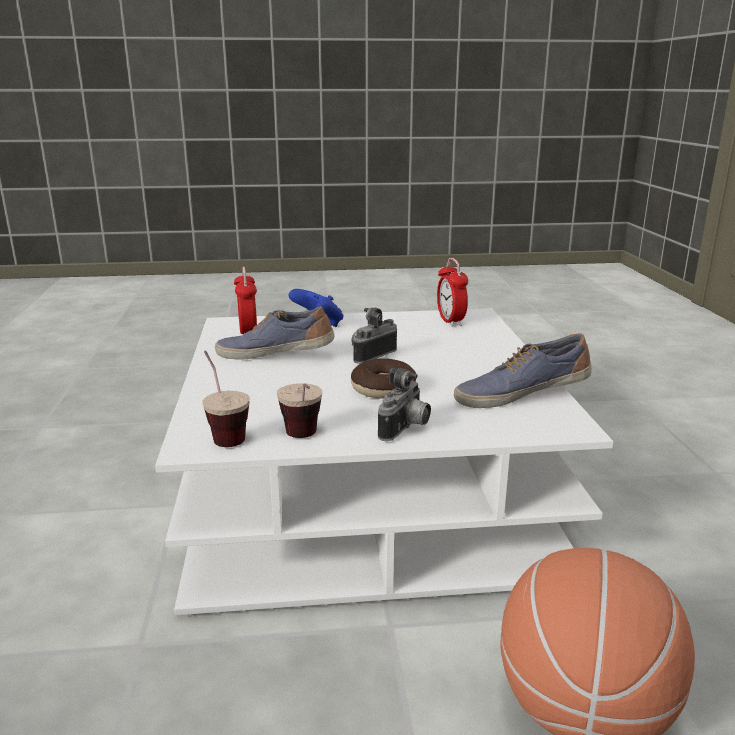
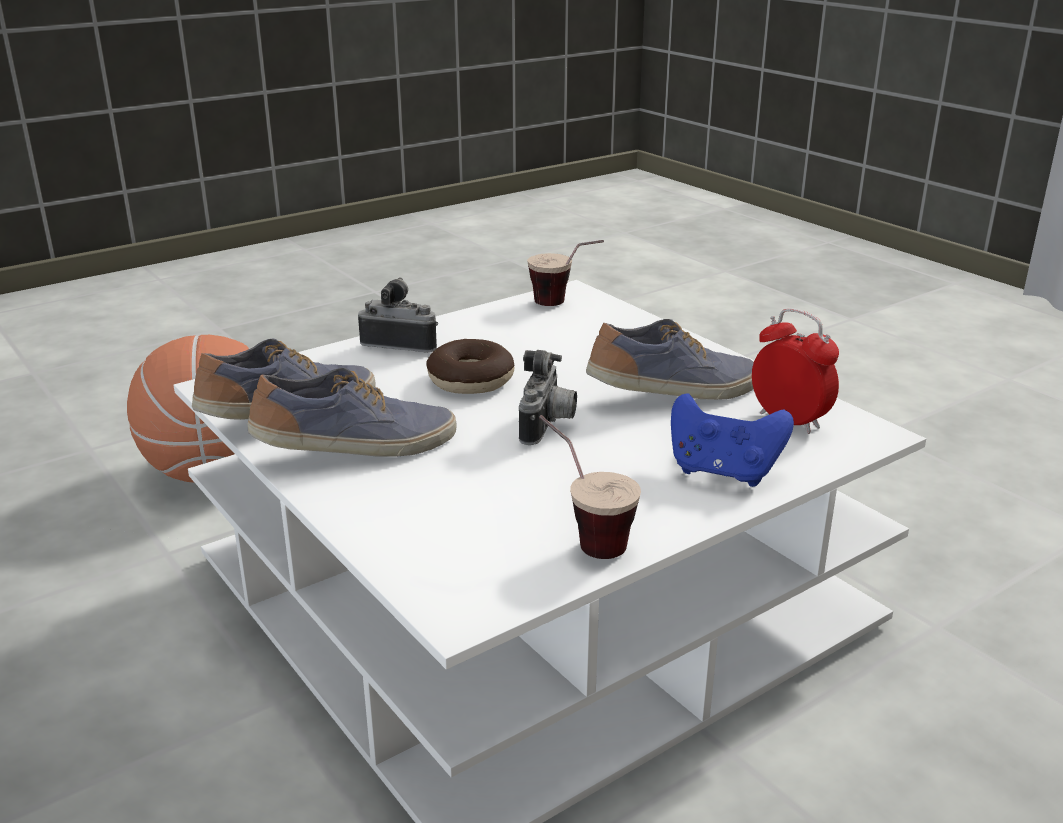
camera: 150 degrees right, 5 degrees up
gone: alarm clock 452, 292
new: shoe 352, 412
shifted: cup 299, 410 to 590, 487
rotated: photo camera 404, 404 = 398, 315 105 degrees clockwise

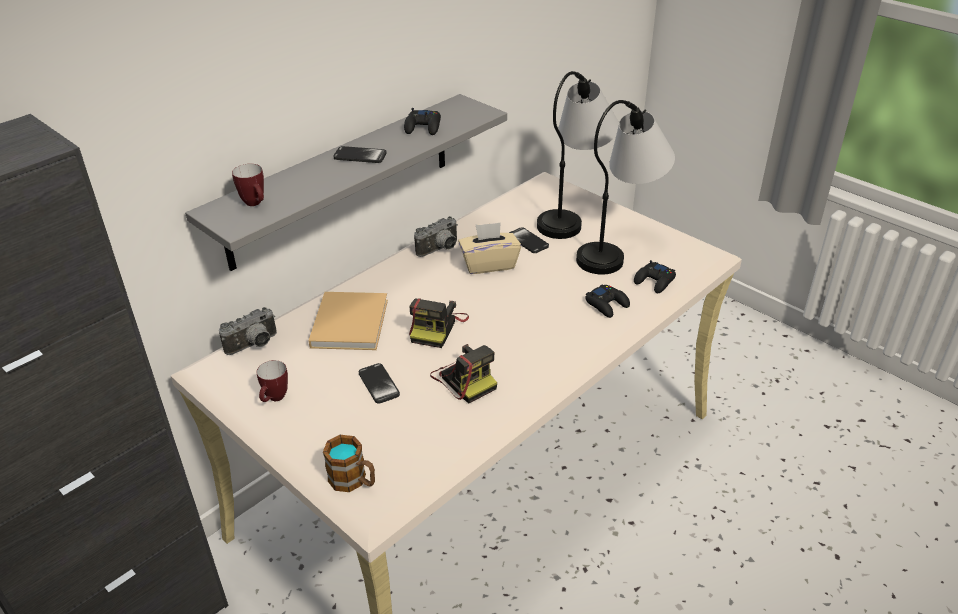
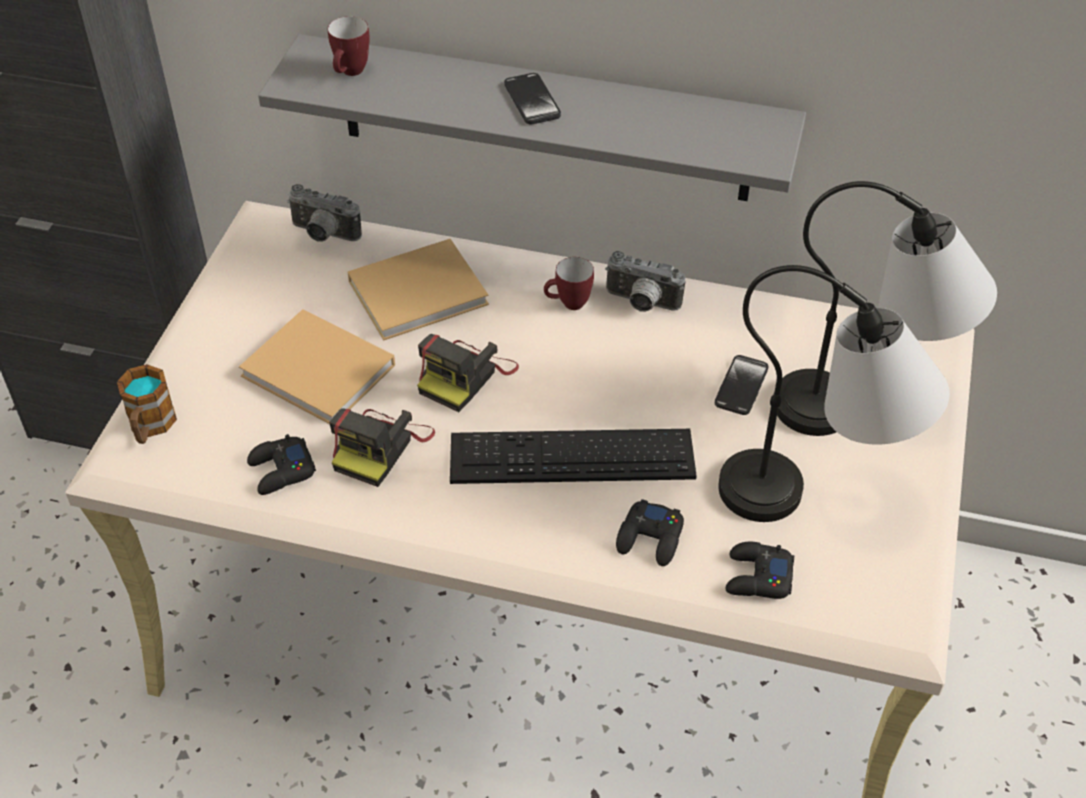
camera: 60 degrees right, 10 degrees up
gone: tissue box in beige 489, 248
new: keyboard 573, 456
shifted: game controller in black 422, 121 to 281, 464; mug 272, 381 to 569, 283
swapped: phone 379, 383 to book in beige 317, 366
rotated: photo camera 439, 323 = 468, 373 45 degrees counterclockwise

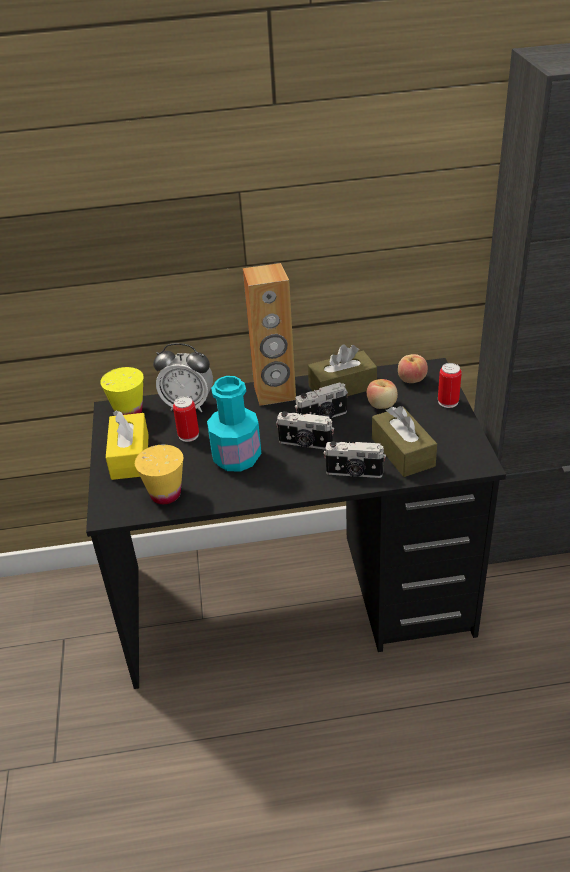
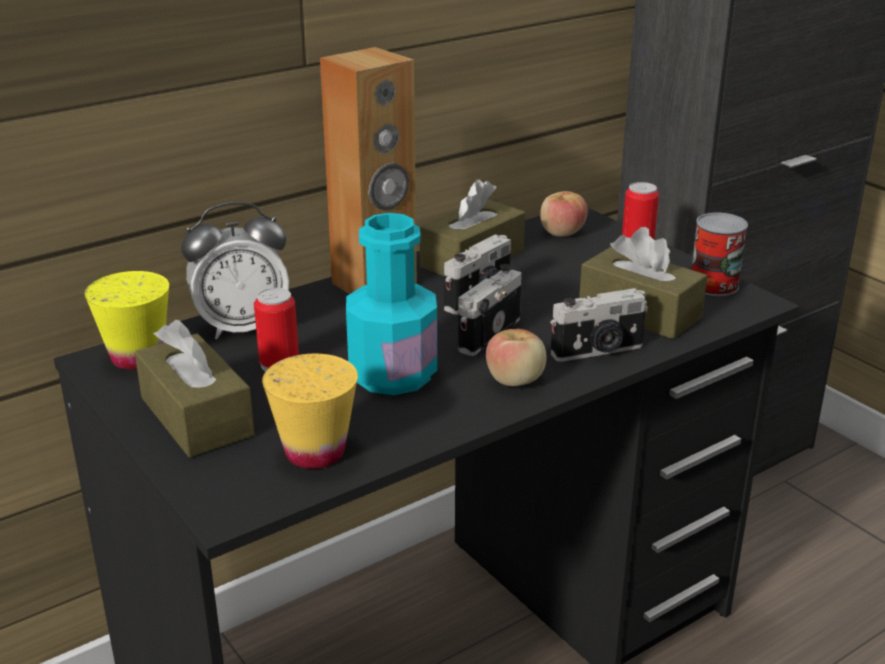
camera: 30 degrees left, 10 degrees down
new: can 719, 254
shifted: apple 382, 394 to 516, 357
repainted: tissue box in yellow 127, 445 to tissue box in brown 194, 388
rotated: photo camera 305, 430 = 490, 310 135 degrees clockwise

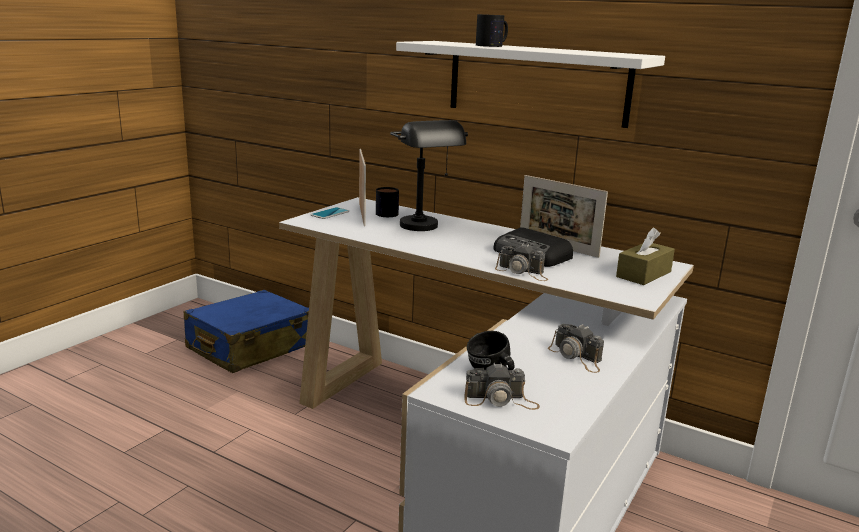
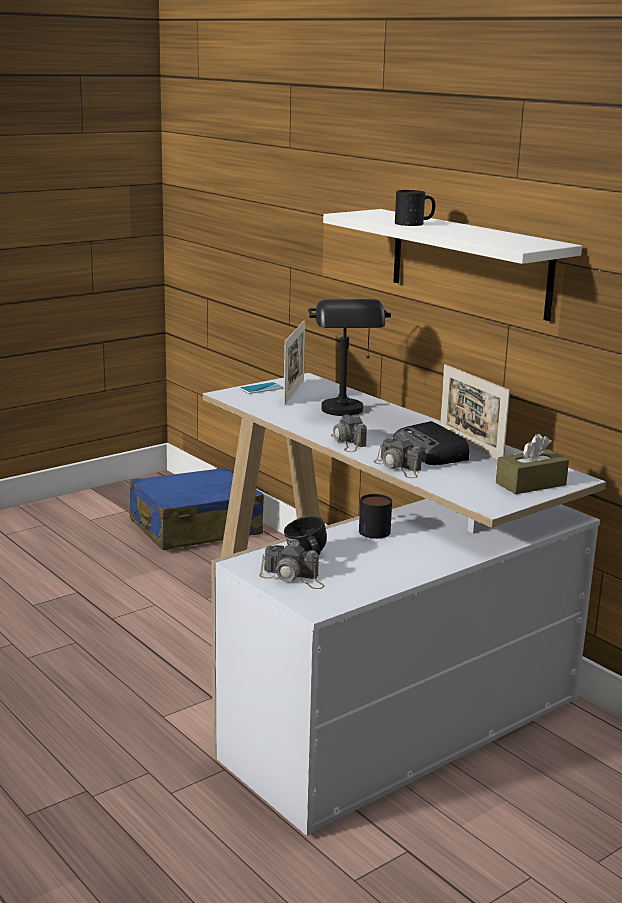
camera: 20 degrees right, 0 degrees up
shifted: mug 387, 202 to 375, 516; photo camera 576, 348 to 349, 433

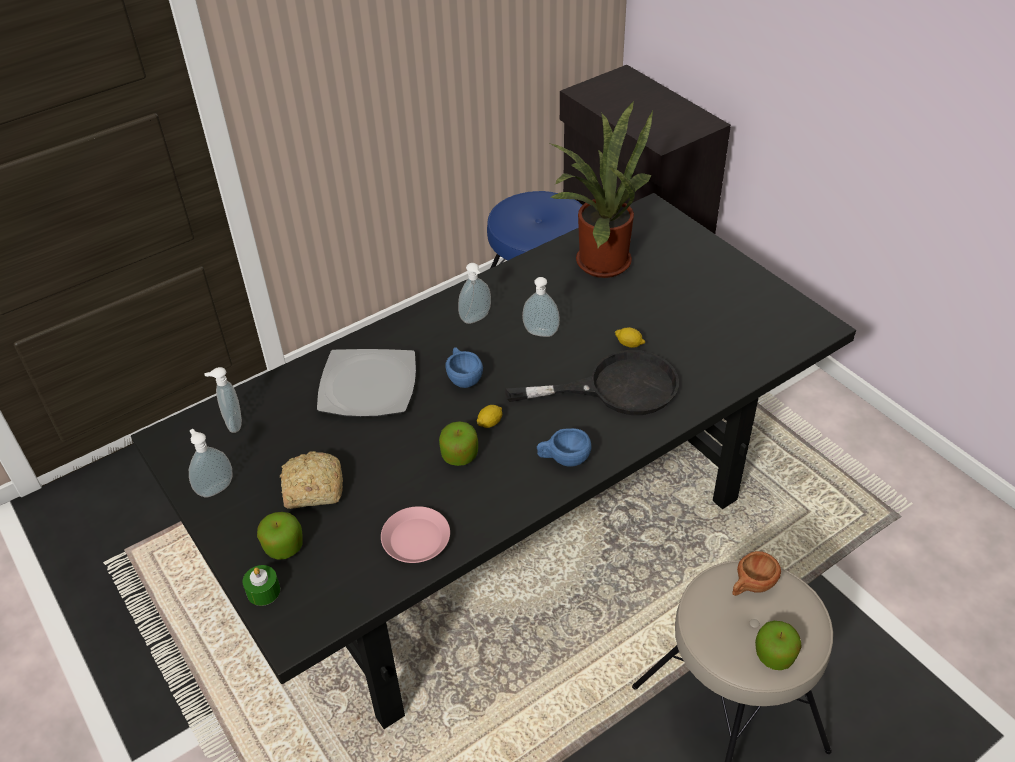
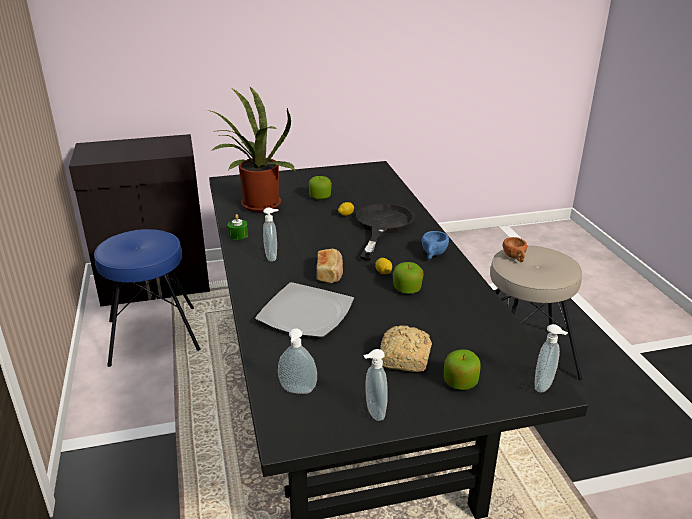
camera: 70 degrees left, 15 degrees down
gone: plate in pink 415, 534
shifted: soap dispenser 541, 307 to 551, 358; candle in green 261, 585 to 238, 227; apple 778, 645 to 320, 188
swapped: cup in blue 464, 367 to bread 329, 266

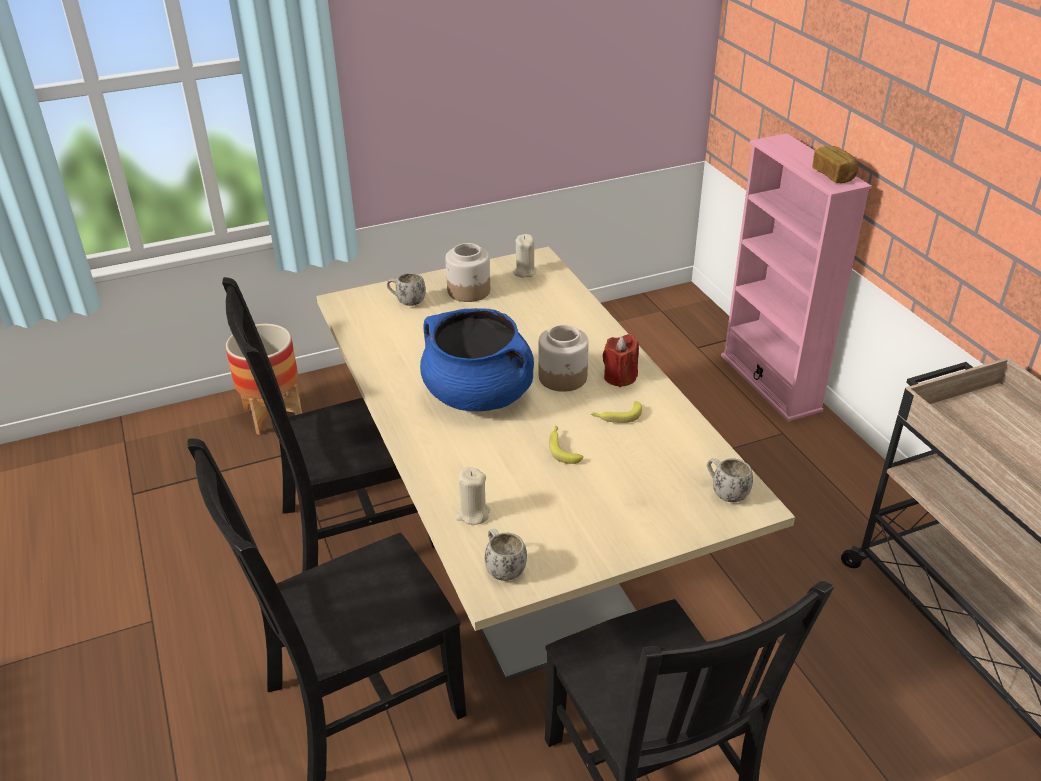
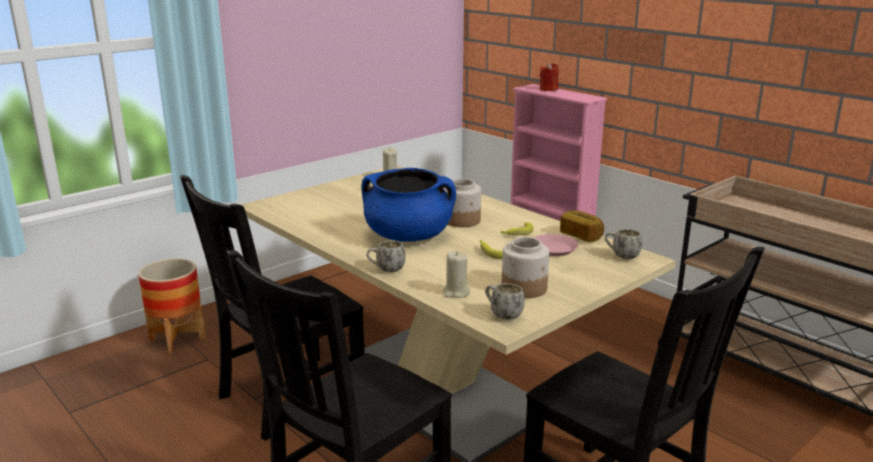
camera: 20 degrees left, 15 degrees down
new: plate in pink 556, 245
shifted: bread 835, 164 to 582, 226; jar 467, 272 to 525, 267; mug in white 406, 289 to 385, 256; candle in red 621, 360 to 549, 76

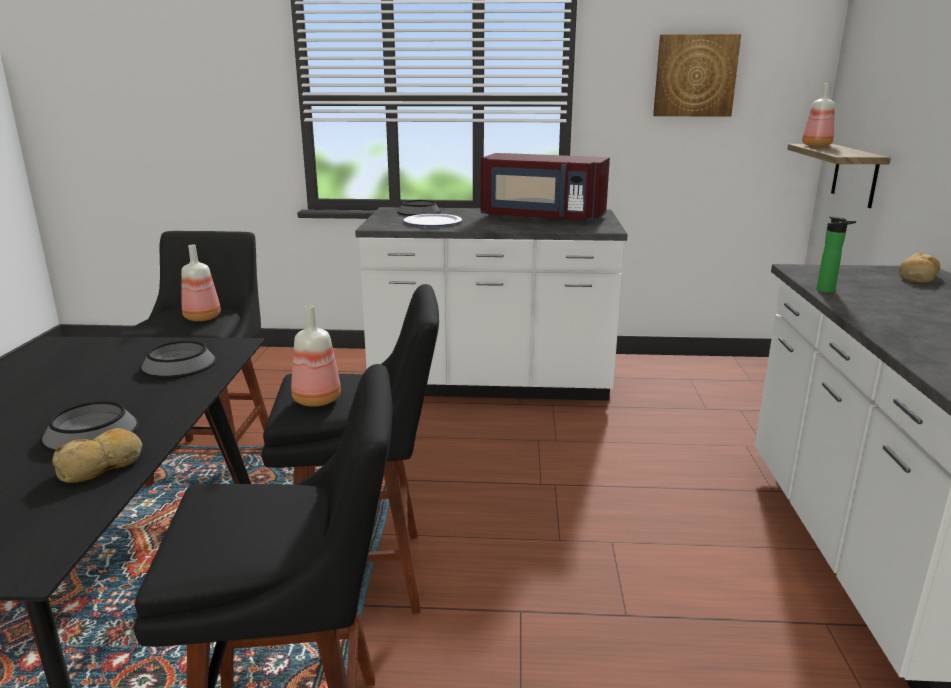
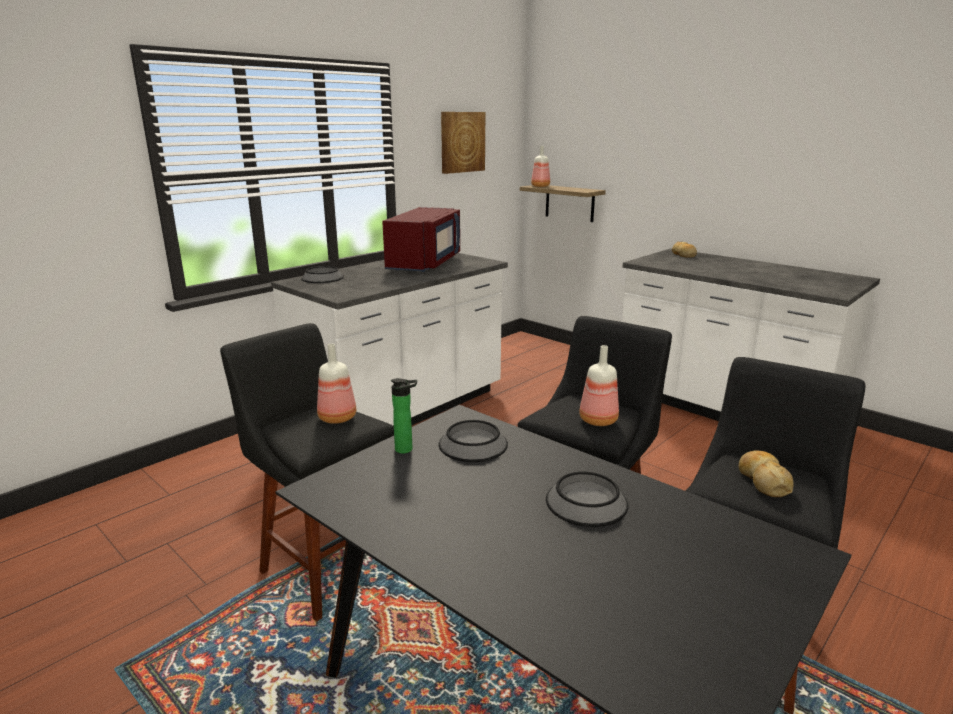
camera: 50 degrees left, 0 degrees up
gone: plate 432, 220
shifted: bottle 836, 254 to 404, 416; bread 97, 455 to 766, 474
rotated: microwave in red 545, 188 = 421, 239 45 degrees counterclockwise

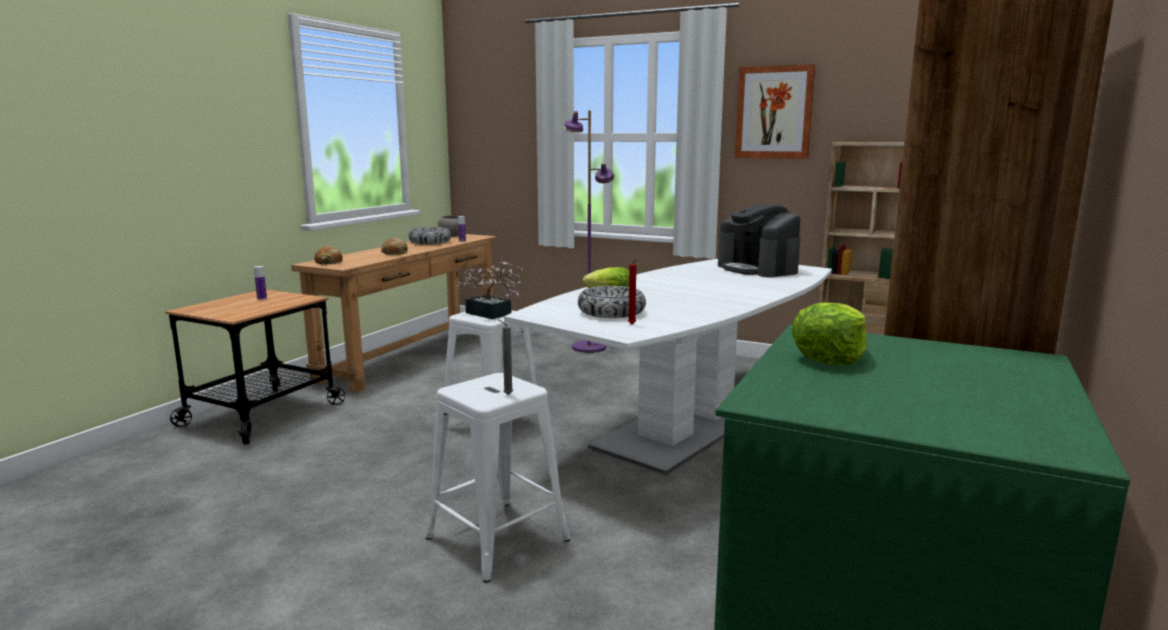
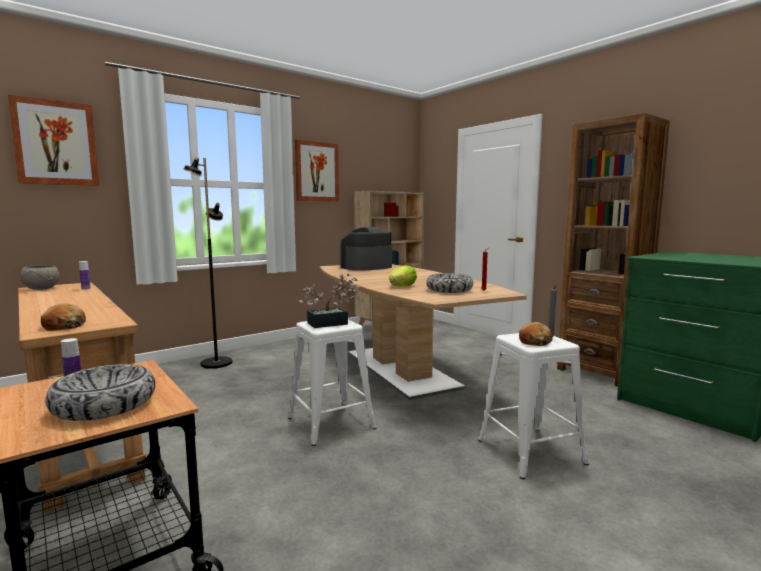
camera: 65 degrees left, 5 degrees down
gone: lettuce 829, 334
new: picture 53, 140
shifted: bowl 429, 235 to 100, 392; bread 394, 246 to 535, 334
repainted: floor lamp in purple 589, 231 to floor lamp in black 208, 263; dining table in white 668, 367 to dining table in brown 423, 332
rotated: coffee machine 759, 240 = 366, 249 150 degrees clockwise

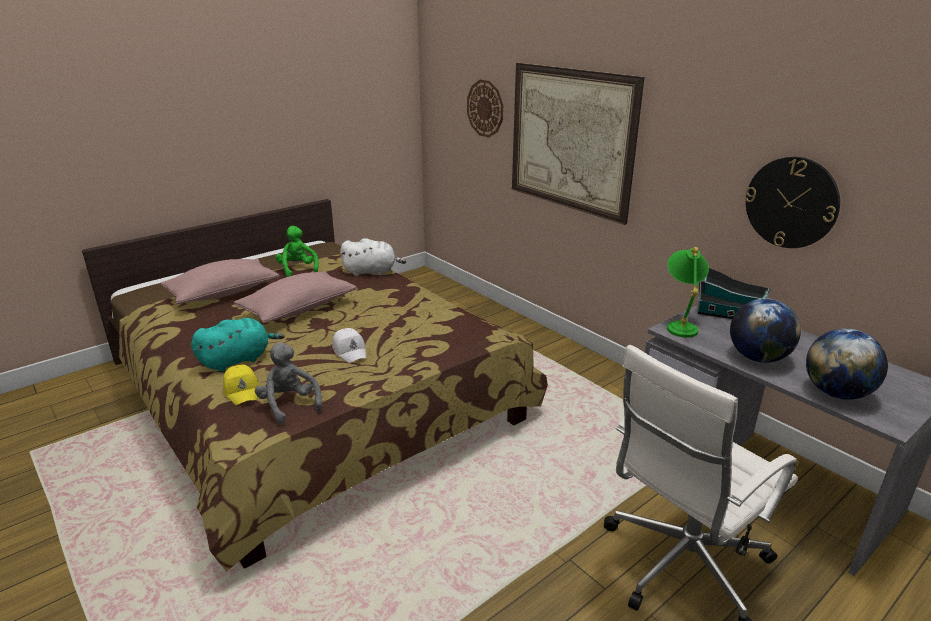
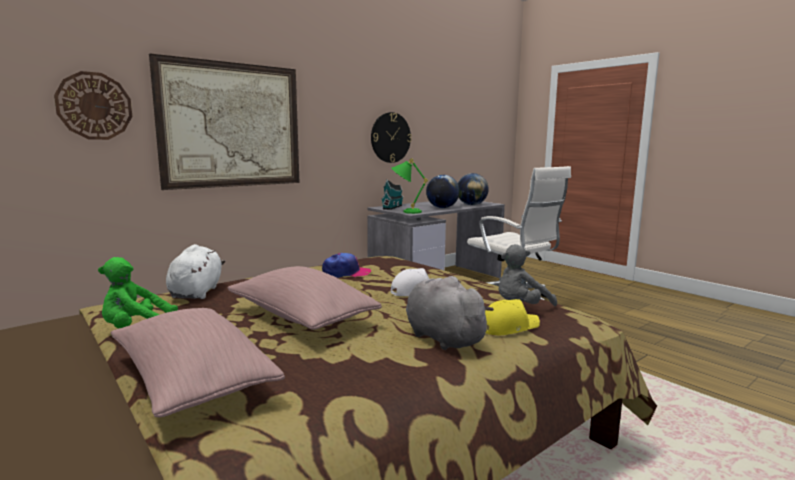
camera: 90 degrees left, 15 degrees down
new: cap 346, 265
repainted: plush toy in turquoise 238, 345 to plush toy in grey 450, 313

